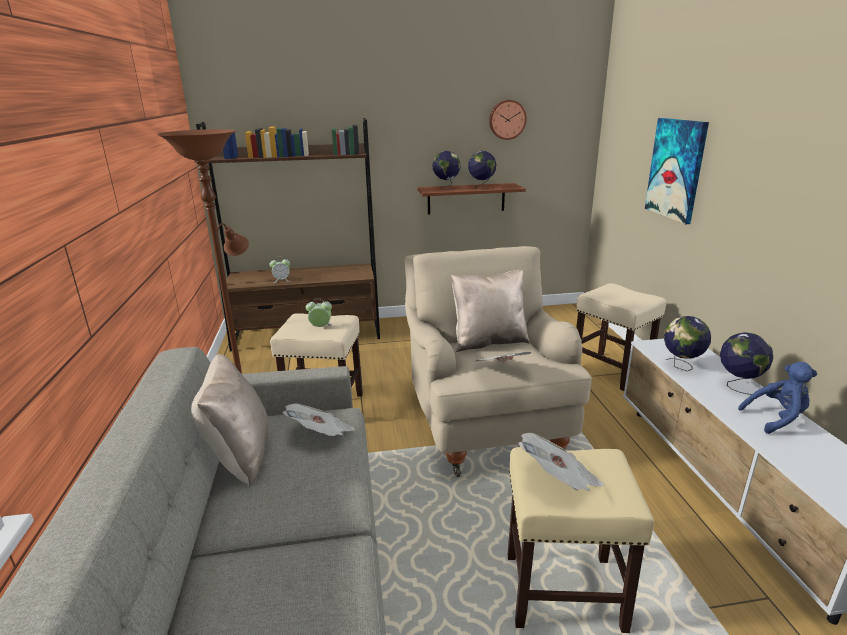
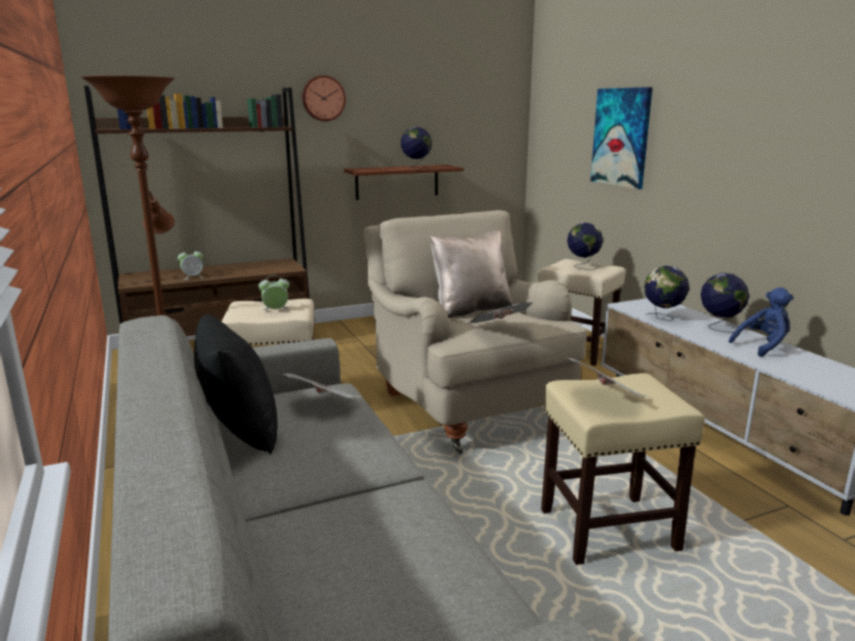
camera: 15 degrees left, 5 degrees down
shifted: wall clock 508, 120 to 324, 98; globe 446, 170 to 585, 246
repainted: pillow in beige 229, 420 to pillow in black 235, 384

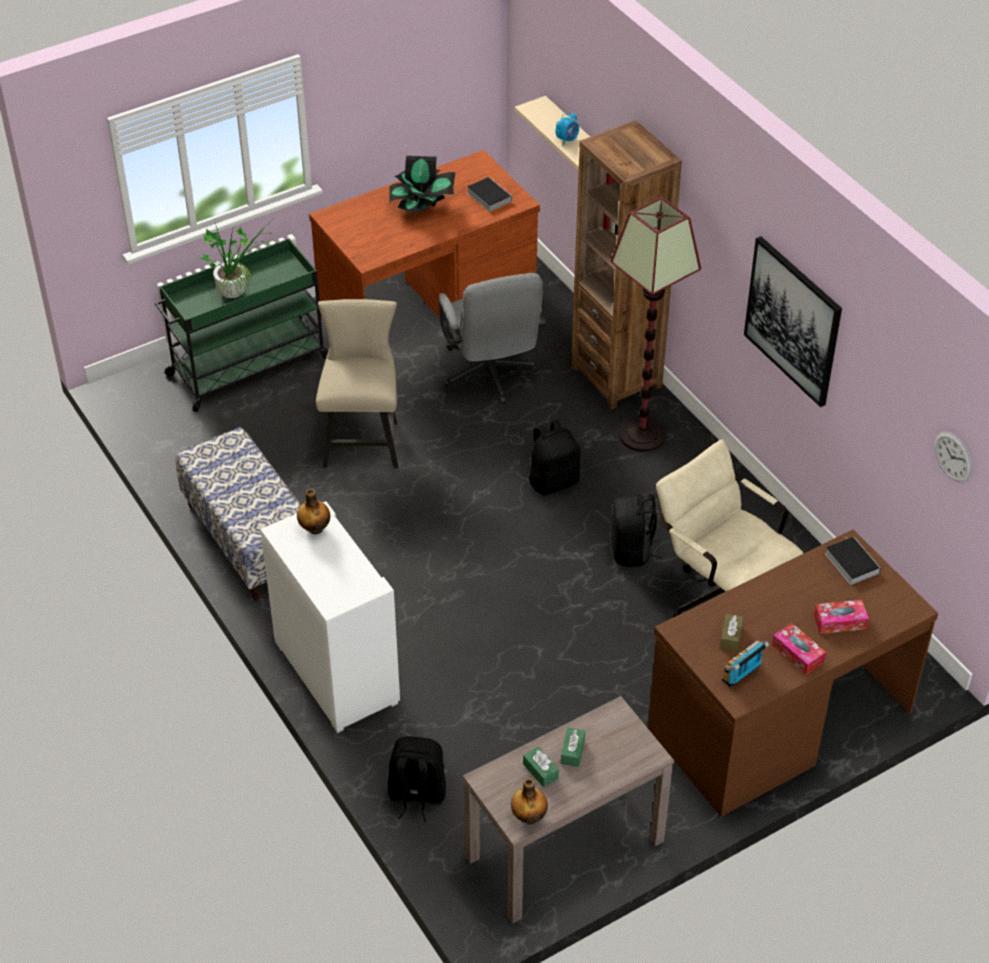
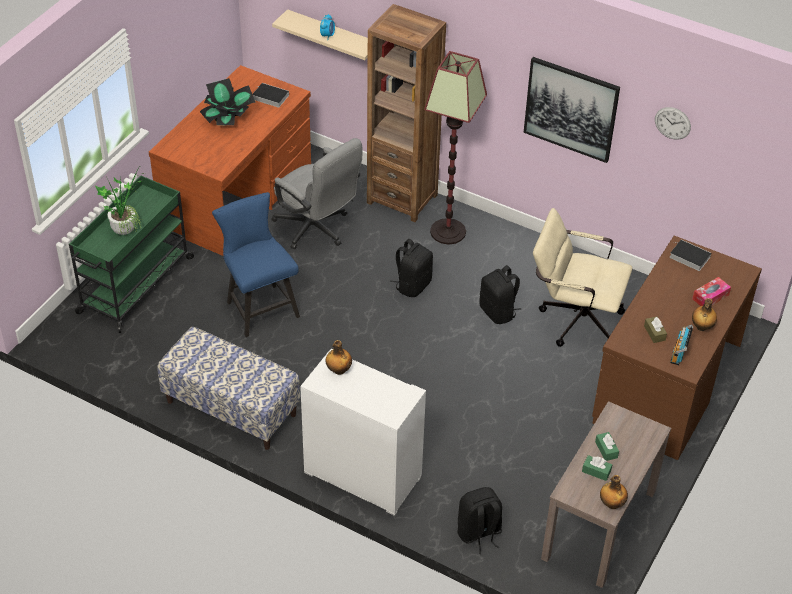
camera: 30 degrees left, 0 degrees up
shifted: wall clock 953, 457 to 673, 123
swapped: tissue box 799, 649 to bottle 704, 314
repainted: chair in beige 357, 383 to chair in blue 256, 264

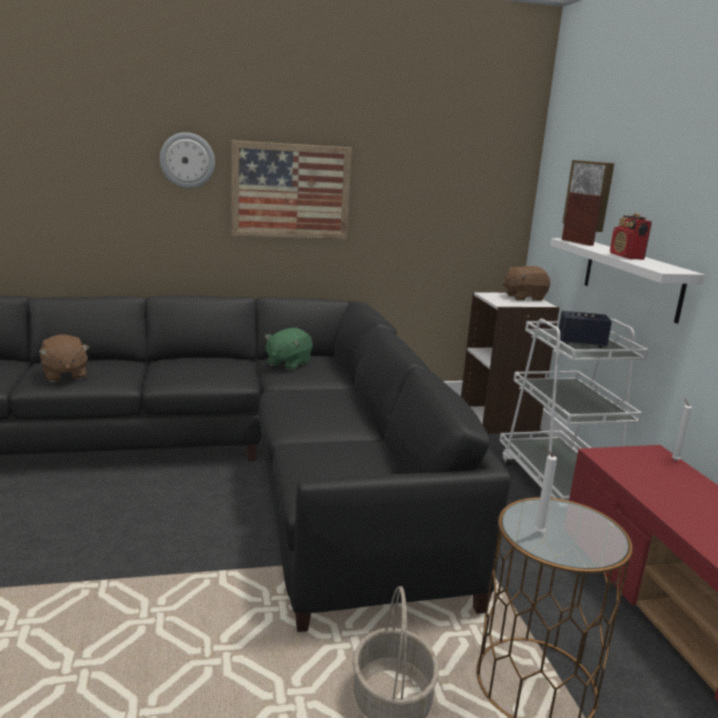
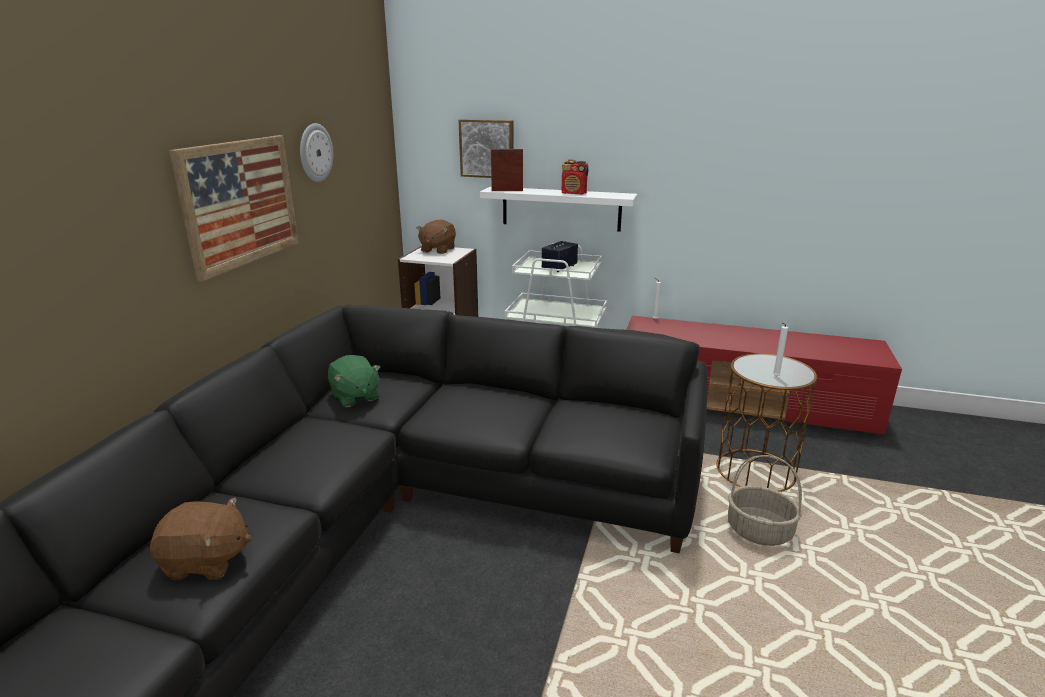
camera: 60 degrees left, 5 degrees up
shifted: wall clock 187, 160 to 316, 152

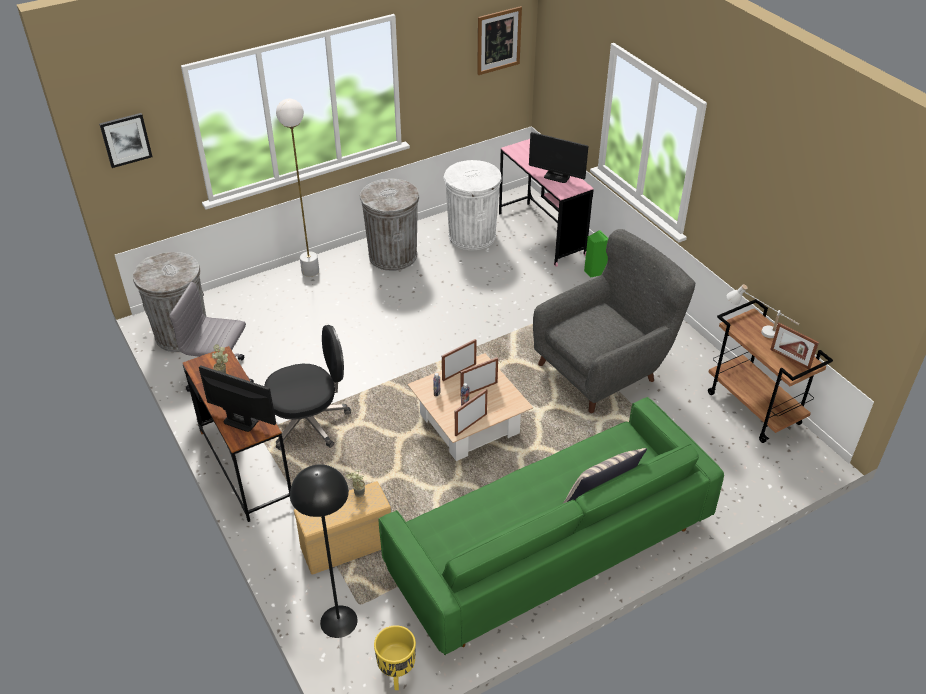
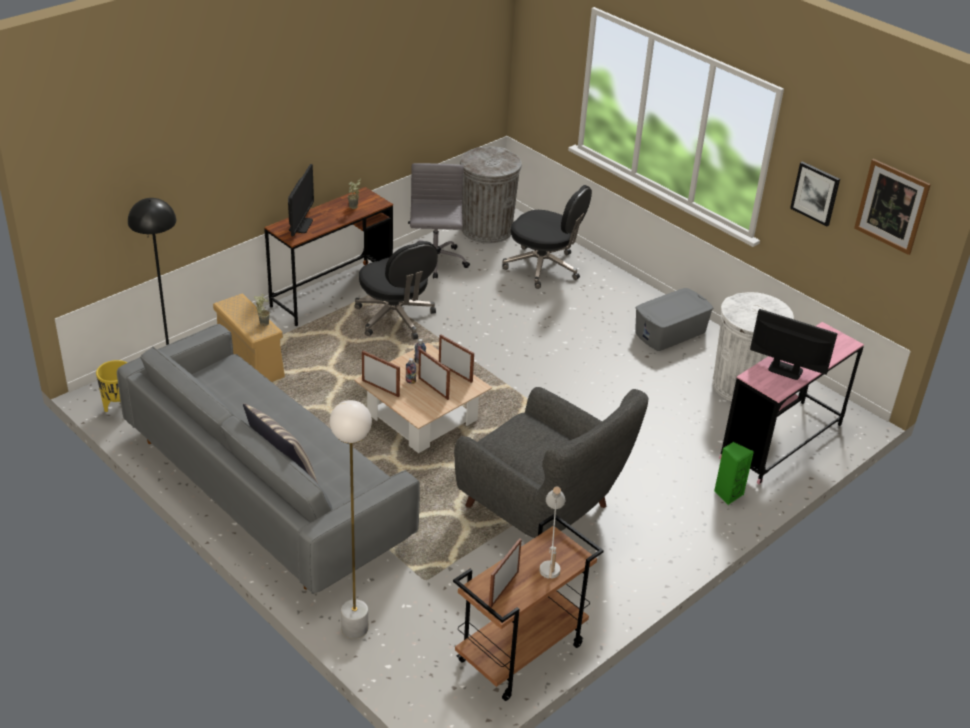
camera: 75 degrees right, 5 degrees down
new: office chair in black 547, 237
shifted: floor lamp in white 297, 188 to 350, 519; picture 125, 140 to 815, 193
swapped: trash can in grey 389, 224 to storage box in grey 674, 319
repainted: sofa in green 551, 526 to sofa in grey 268, 459
rotated: monitor 559, 157 = 793, 344 105 degrees clockwise

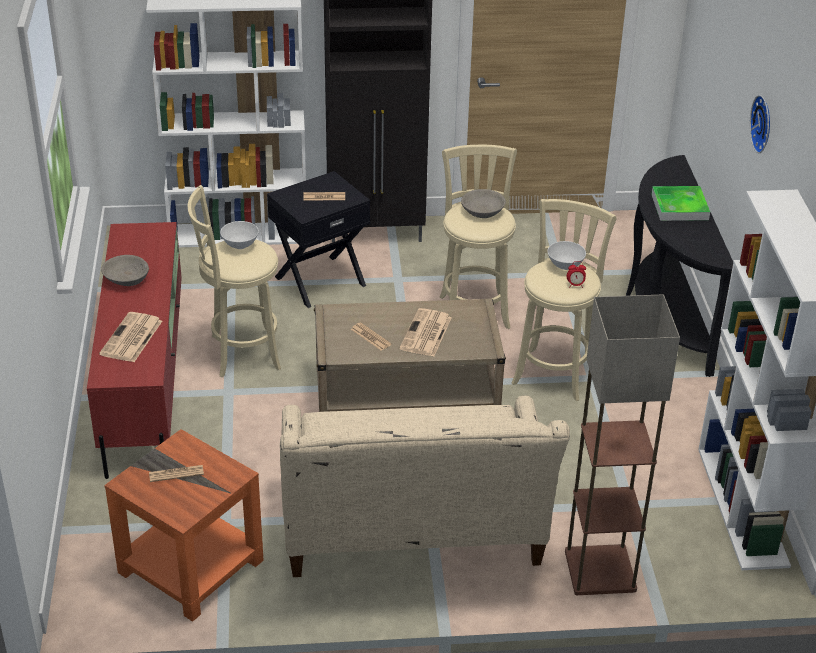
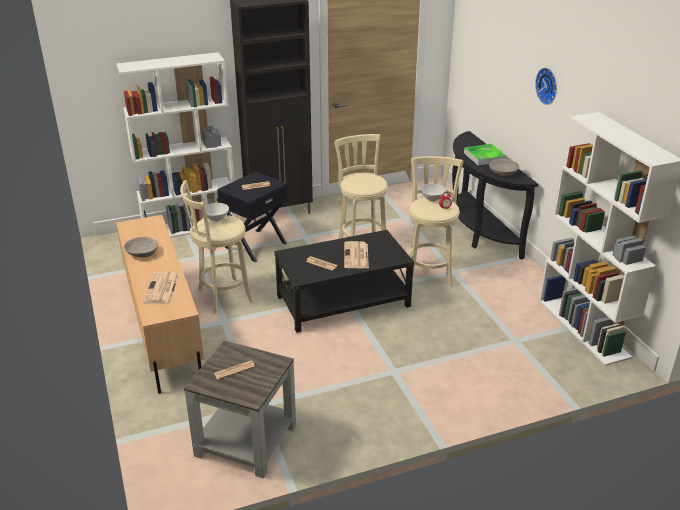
camera: 15 degrees left, 5 degrees down
gone: floor lamp 622, 444; sofa in beige 425, 486
shifted: bowl in grey 483, 203 to 504, 167
repainted: tv stand in red 134, 350 to tv stand in beige 160, 304; coffee table in beige 410, 355 to coffee table in black 344, 281; side table in orange 184, 525 to side table in grey 240, 409

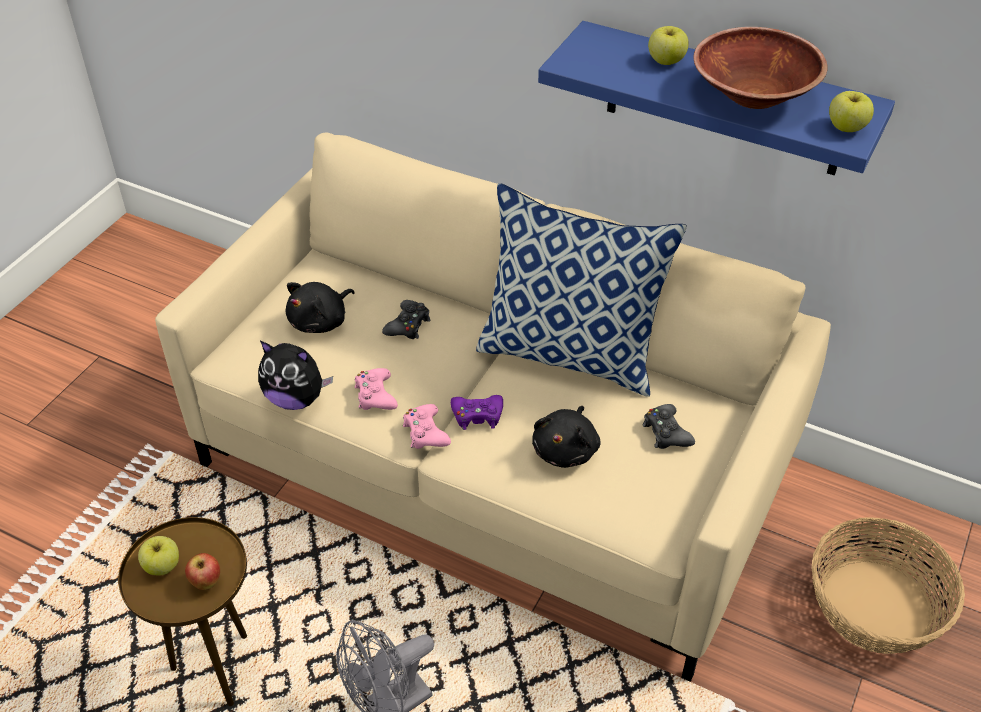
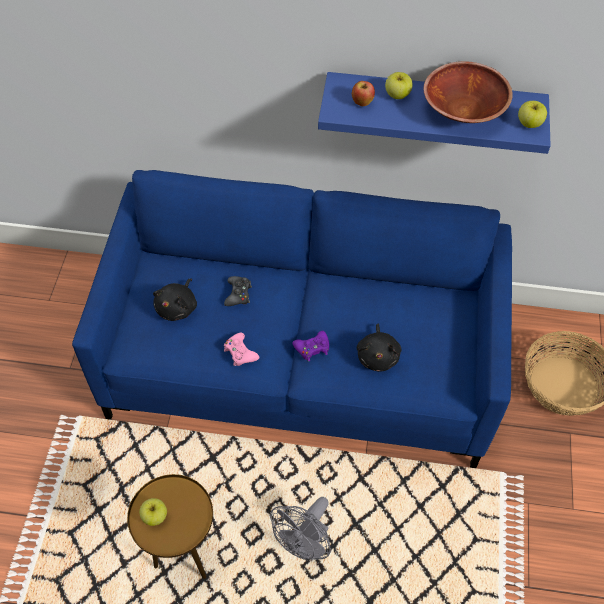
camera: 20 degrees left, 10 degrees up
gone: pillow 581, 290; plush toy 295, 375; game controller in pink 427, 426; game controller in black 669, 426
shifted: apple 202, 571 to 363, 93
repainted: sofa in beige 493, 407 to sofa in blue 292, 319

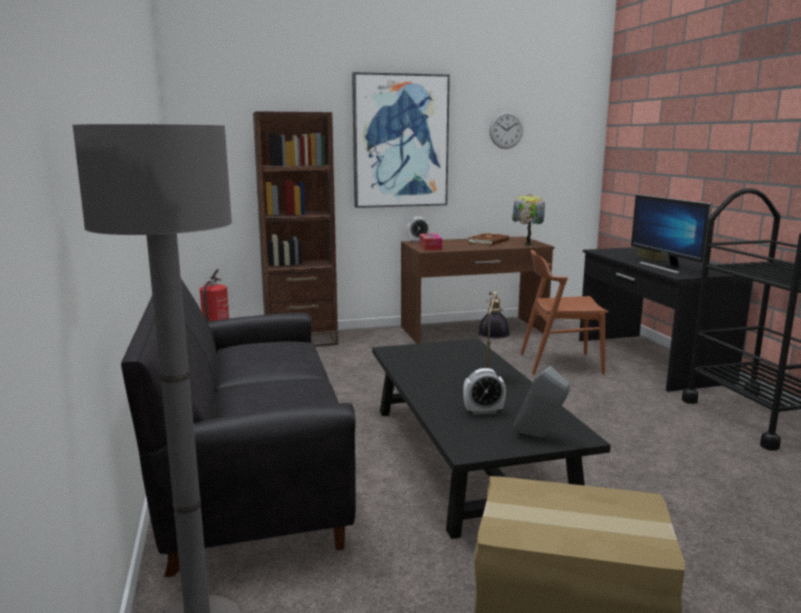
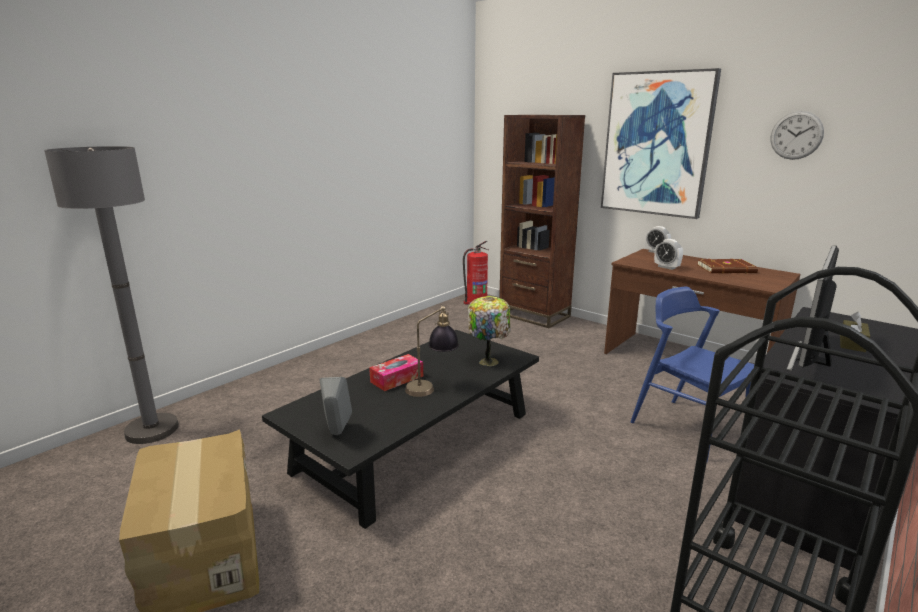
camera: 55 degrees right, 5 degrees up
gone: sofa in black 238, 428
shifted: table lamp 528, 220 to 489, 331; tissue box 430, 242 to 396, 372; alarm clock 484, 391 to 668, 254
repainted: chair in brown 564, 312 to chair in blue 692, 374

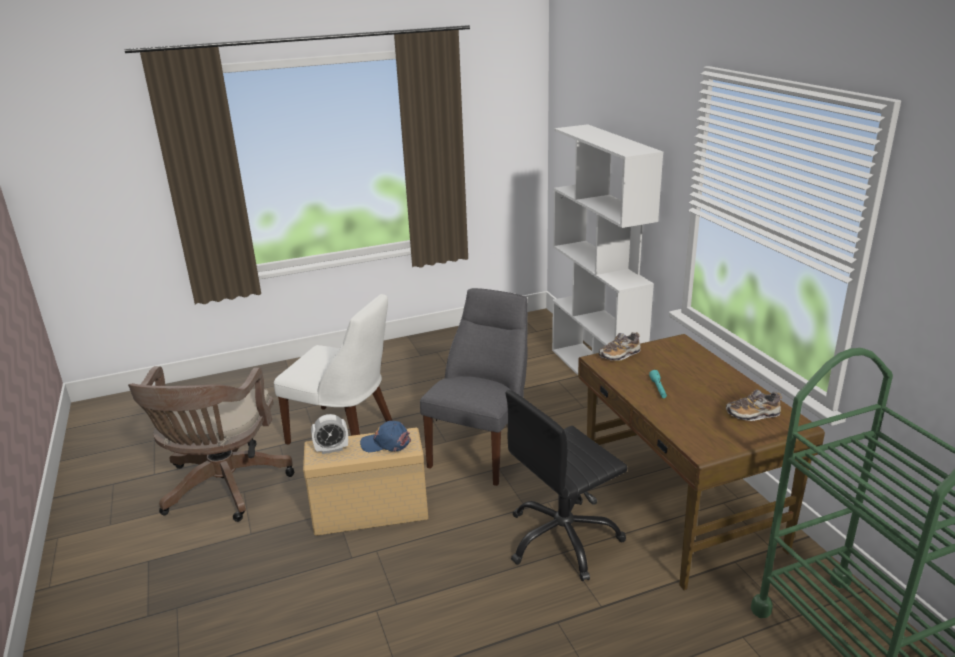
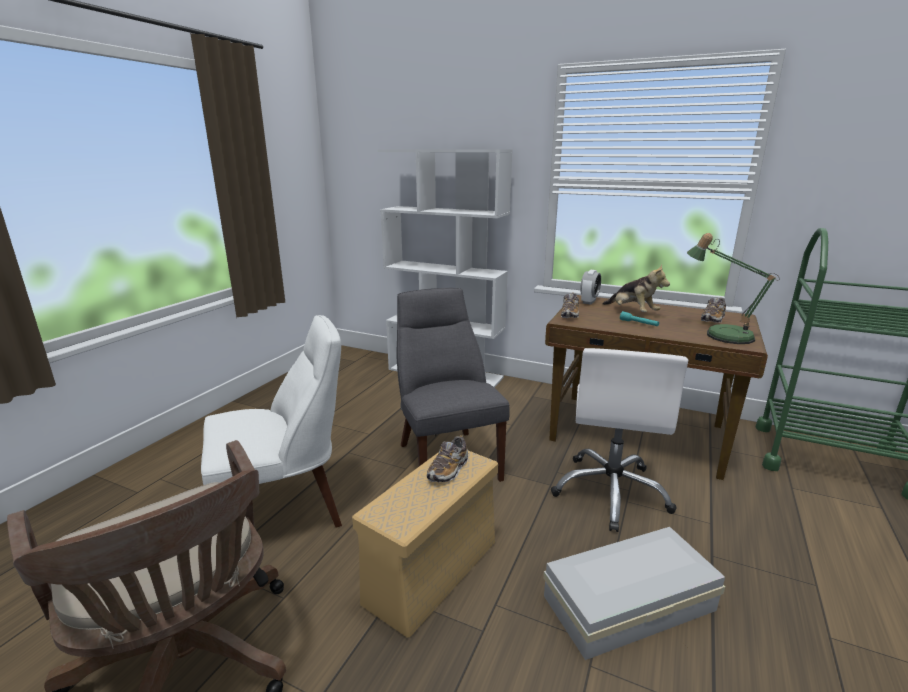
camera: 45 degrees left, 5 degrees down
new: table lamp 733, 288; plush toy 636, 288; storage box in white 634, 593
shifted: alarm clock 329, 434 to 590, 287
swapped: cap in blue 385, 436 to shoe 447, 458
repainted: office chair in black 567, 485 to office chair in white 619, 440

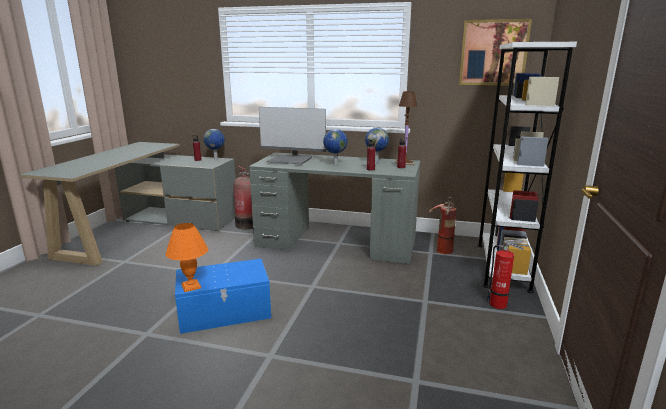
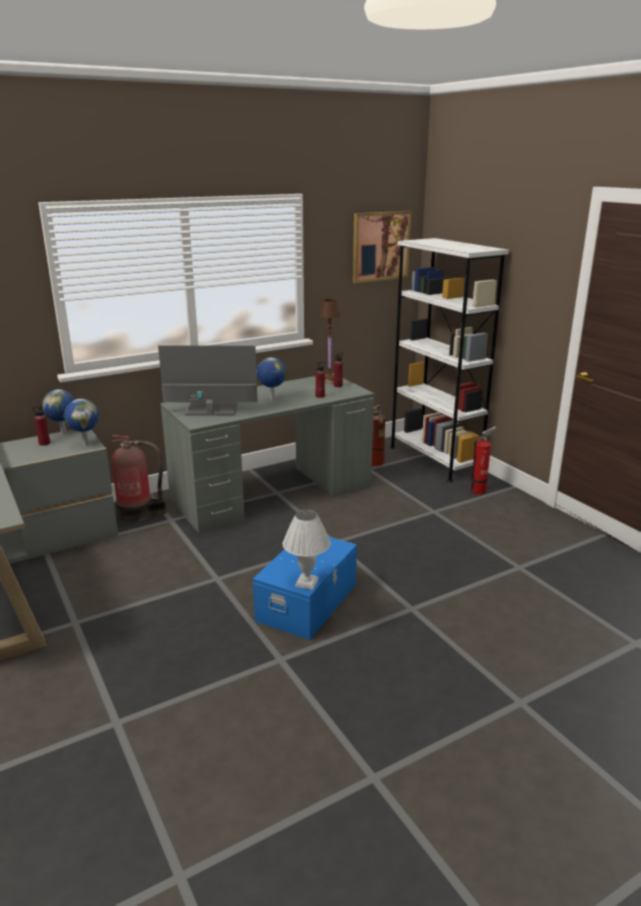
camera: 45 degrees left, 5 degrees up
shifted: globe 377, 145 to 81, 422
repainted: table lamp in orange 187, 257 to table lamp in white 306, 550
rotated: monitor 292, 135 = 208, 380 150 degrees counterclockwise

